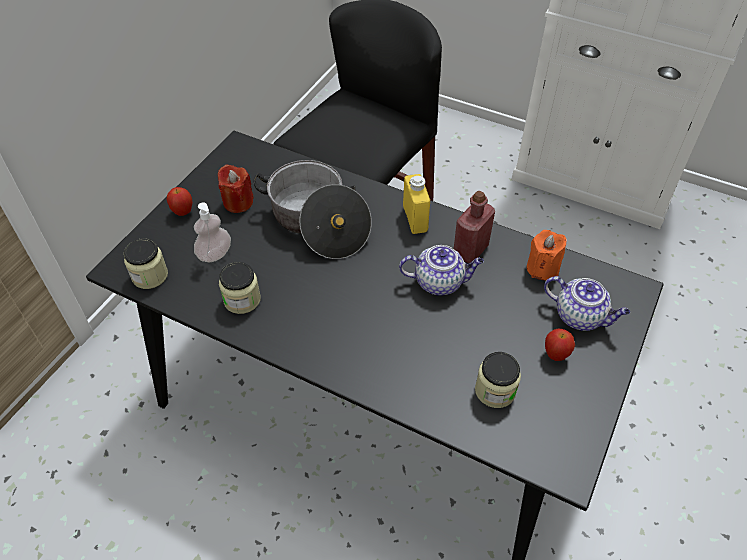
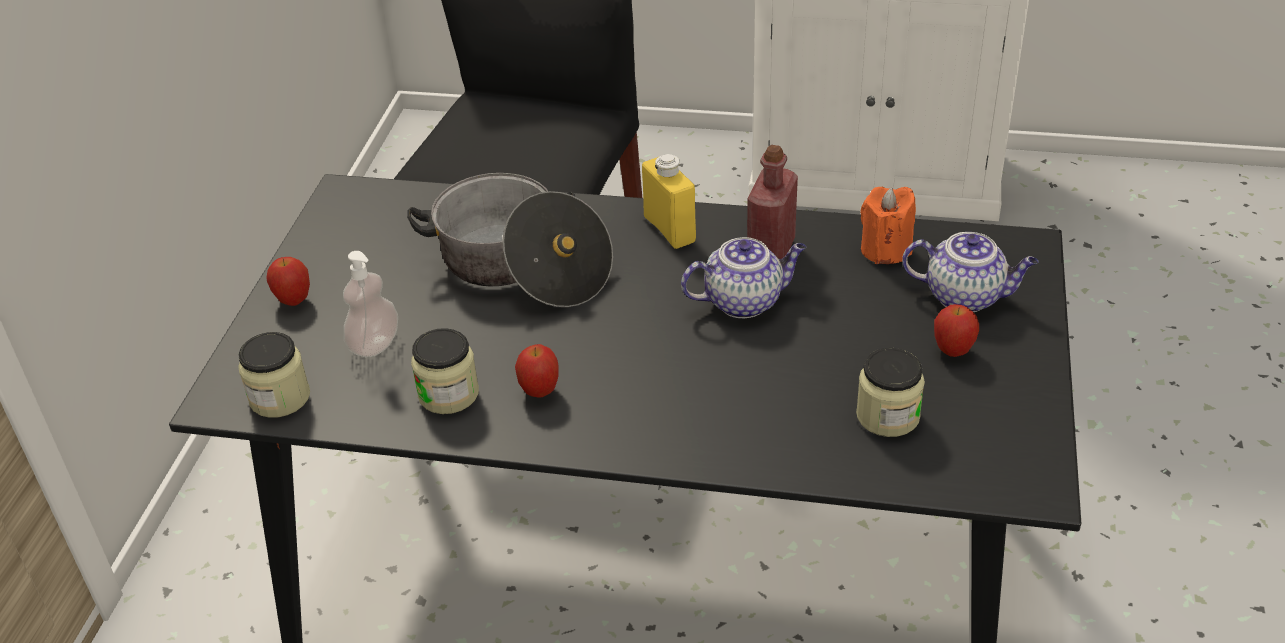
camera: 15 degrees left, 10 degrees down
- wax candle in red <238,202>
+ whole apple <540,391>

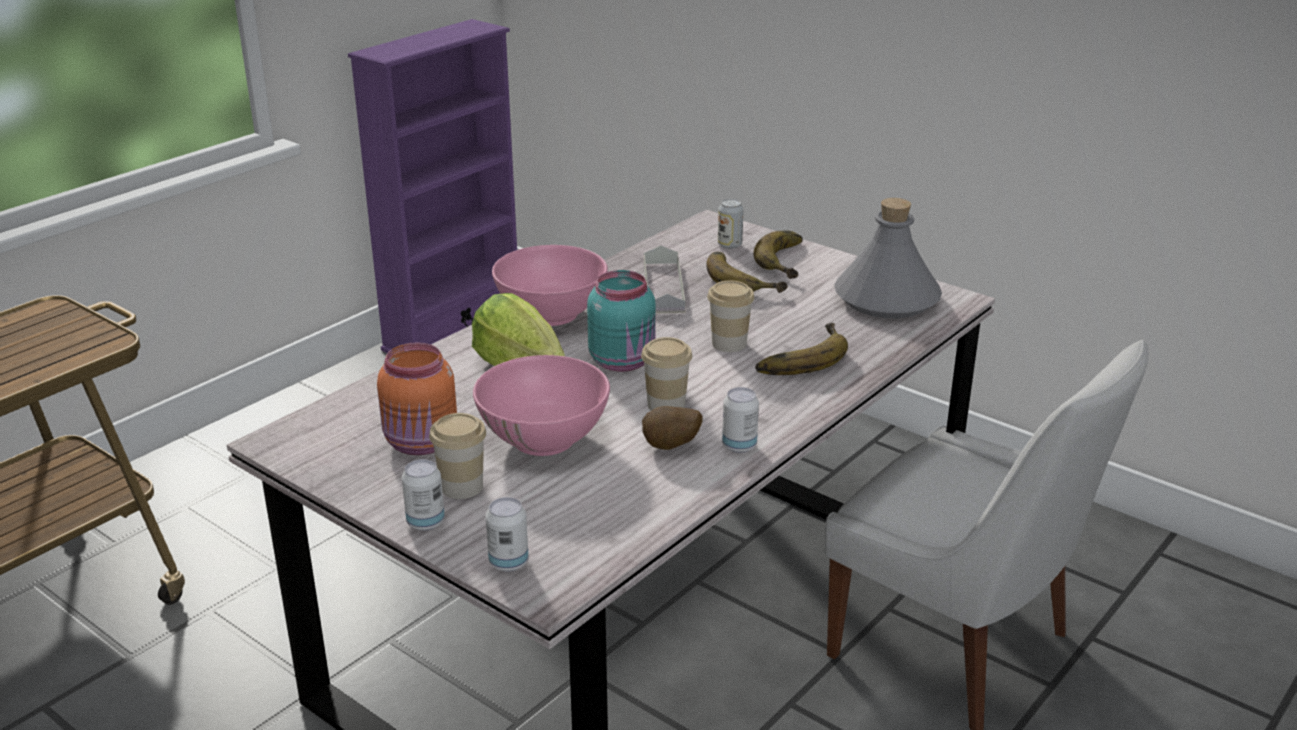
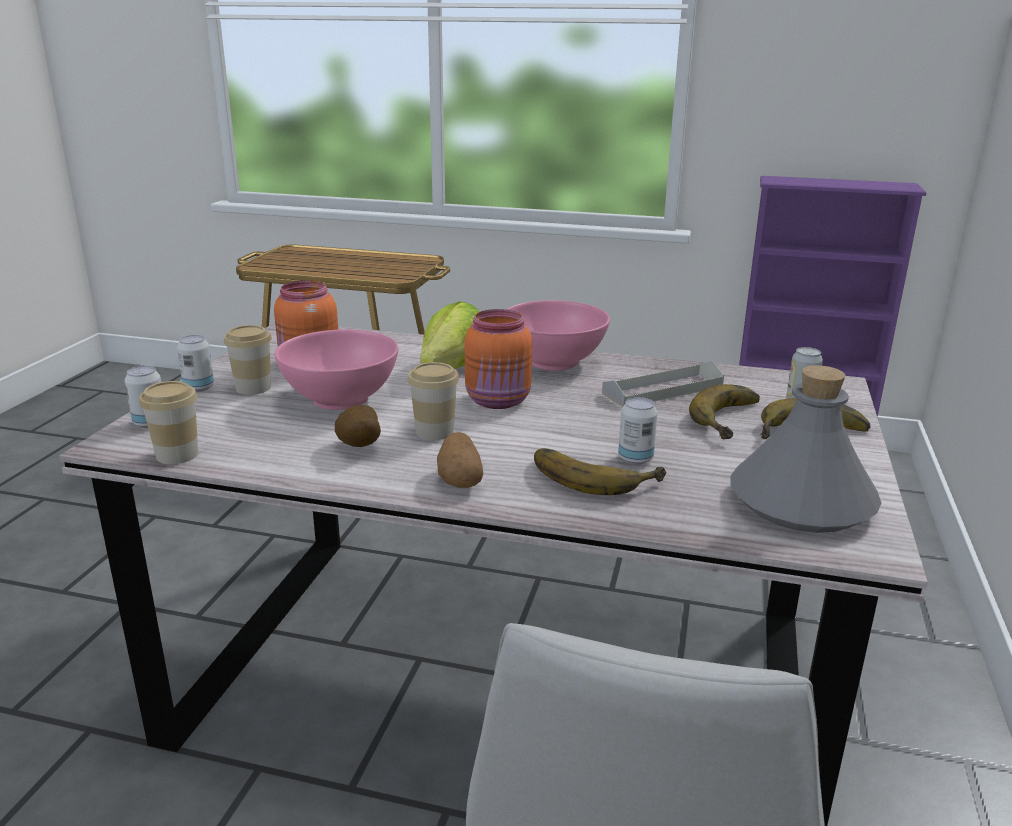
camera: 65 degrees right, 5 degrees down
~ preserve jar in blue-green <624,361> to preserve jar in orangey <499,401>
~ cup <729,343> to <177,455>
~ can <739,446> to <635,458>
+ whole potato <460,479>

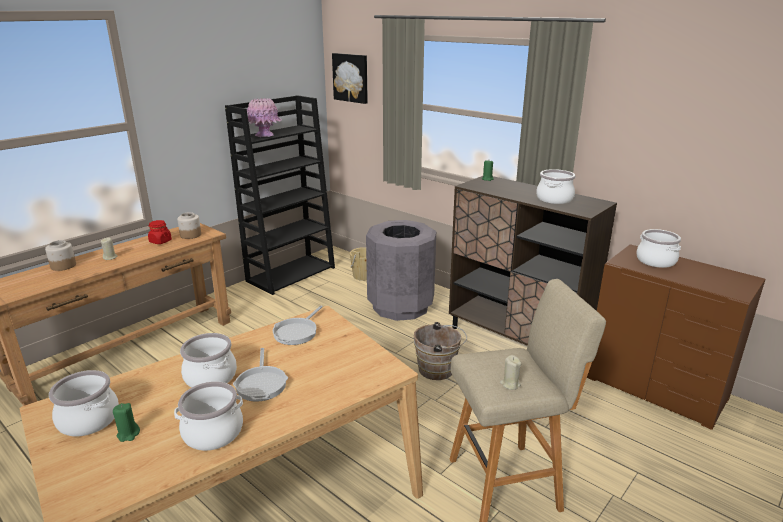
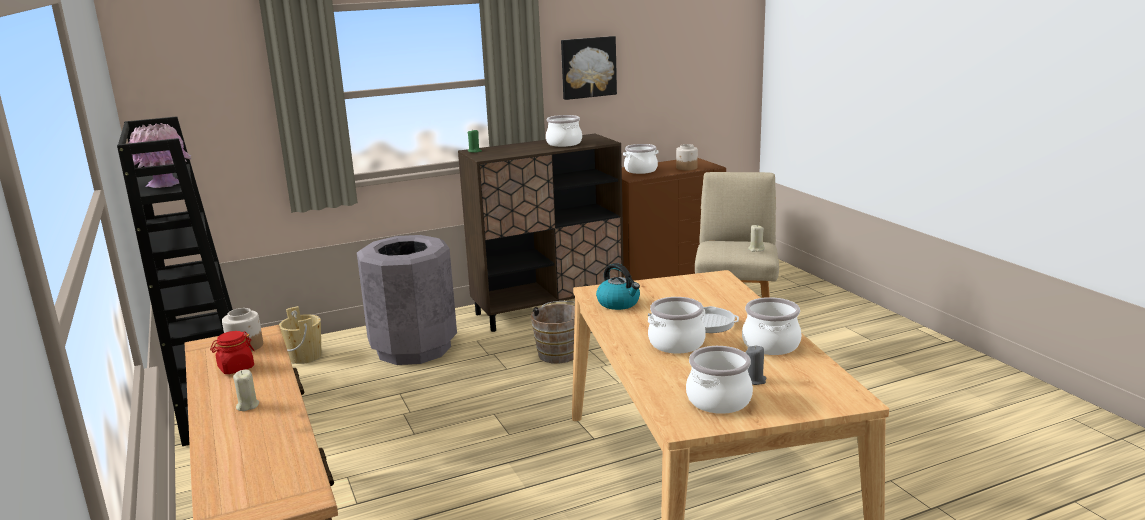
camera: 65 degrees left, 5 degrees down
~ picture <351,78> to <588,67>
~ preserve jar <63,266> to <686,168>
~ frying pan <297,332> to tea kettle <619,303>
~ wax candle in greenish <128,434> to wax candle in grey <754,380>

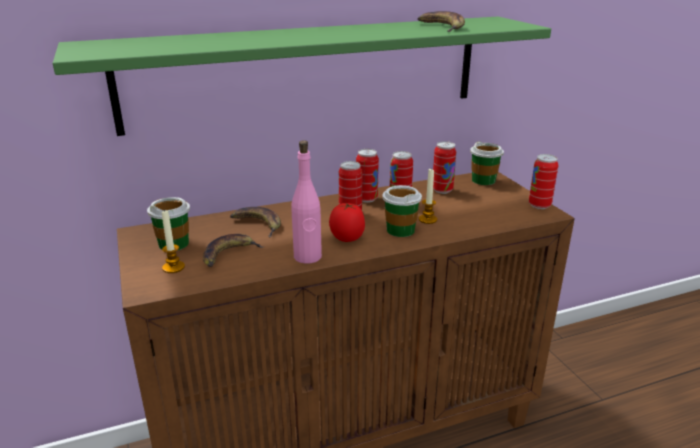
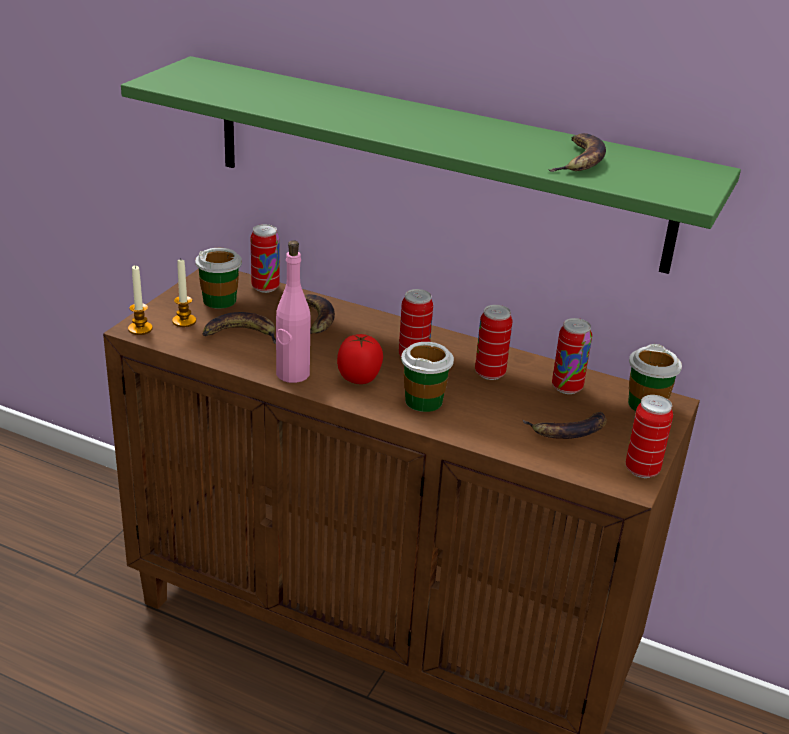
camera: 45 degrees right, 5 degrees up
~ can <366,199> to <265,287>
~ wax candle <427,219> to <140,329>
+ banana <568,430>

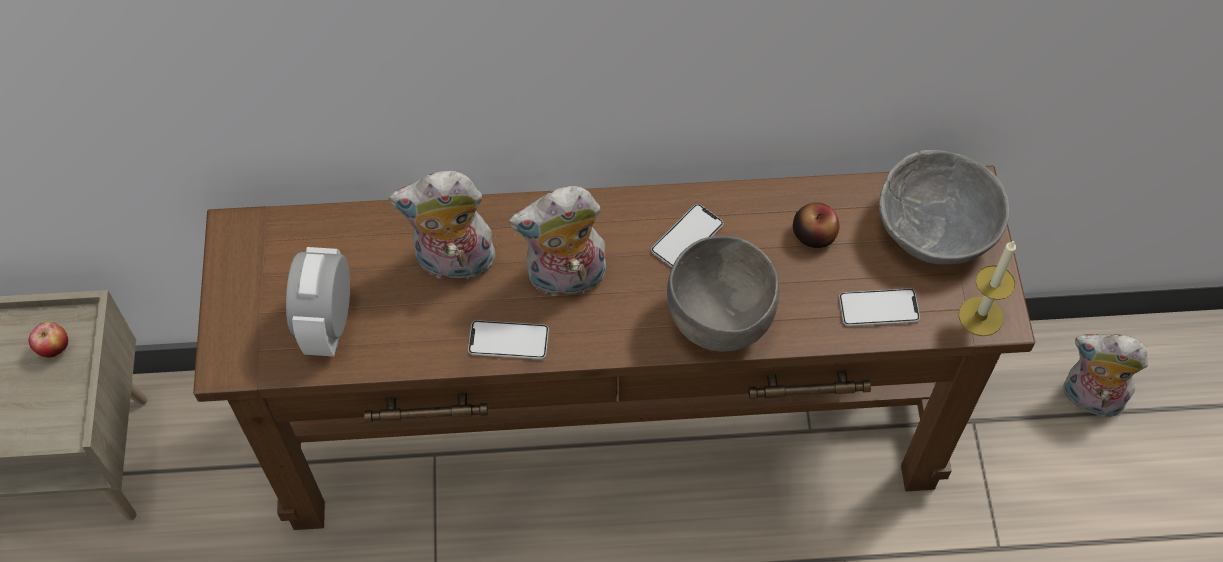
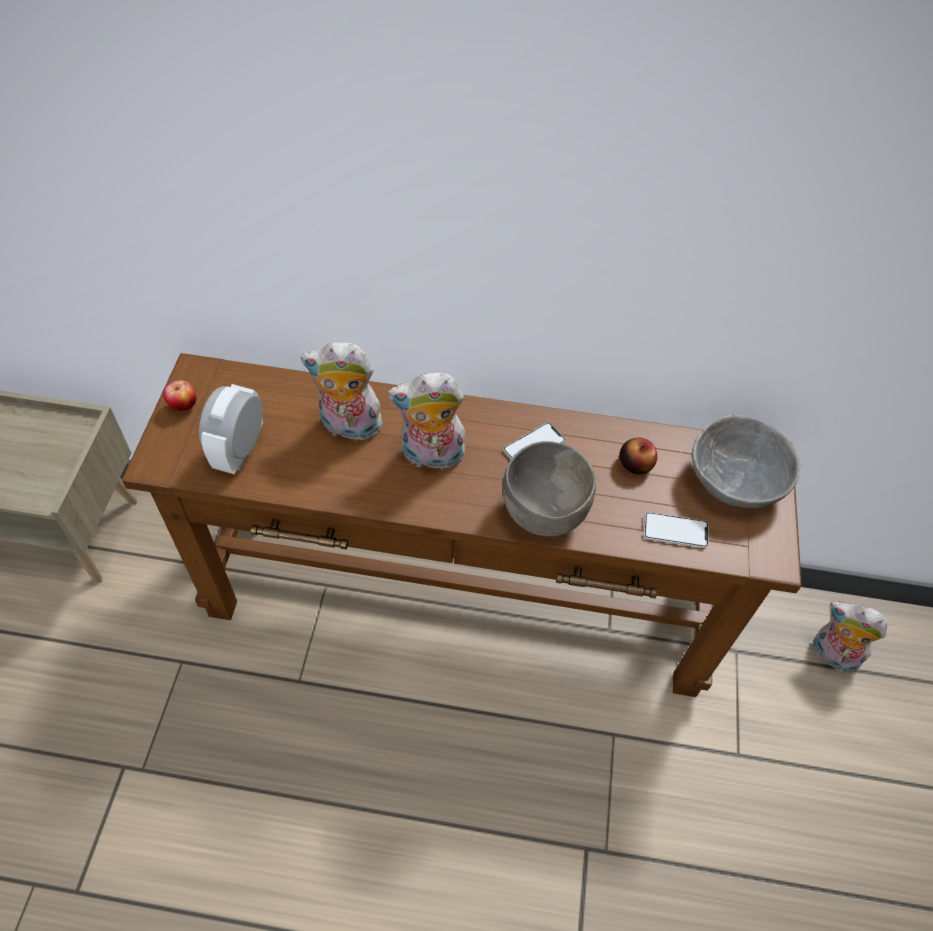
camera: 10 degrees right, 5 degrees down
- wax candle <980,316>
- telephone <508,341>
~ whole apple <55,349> to <183,406>

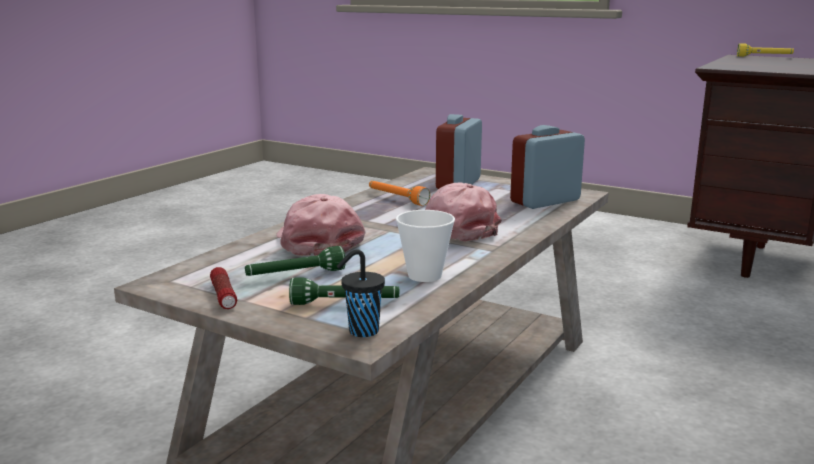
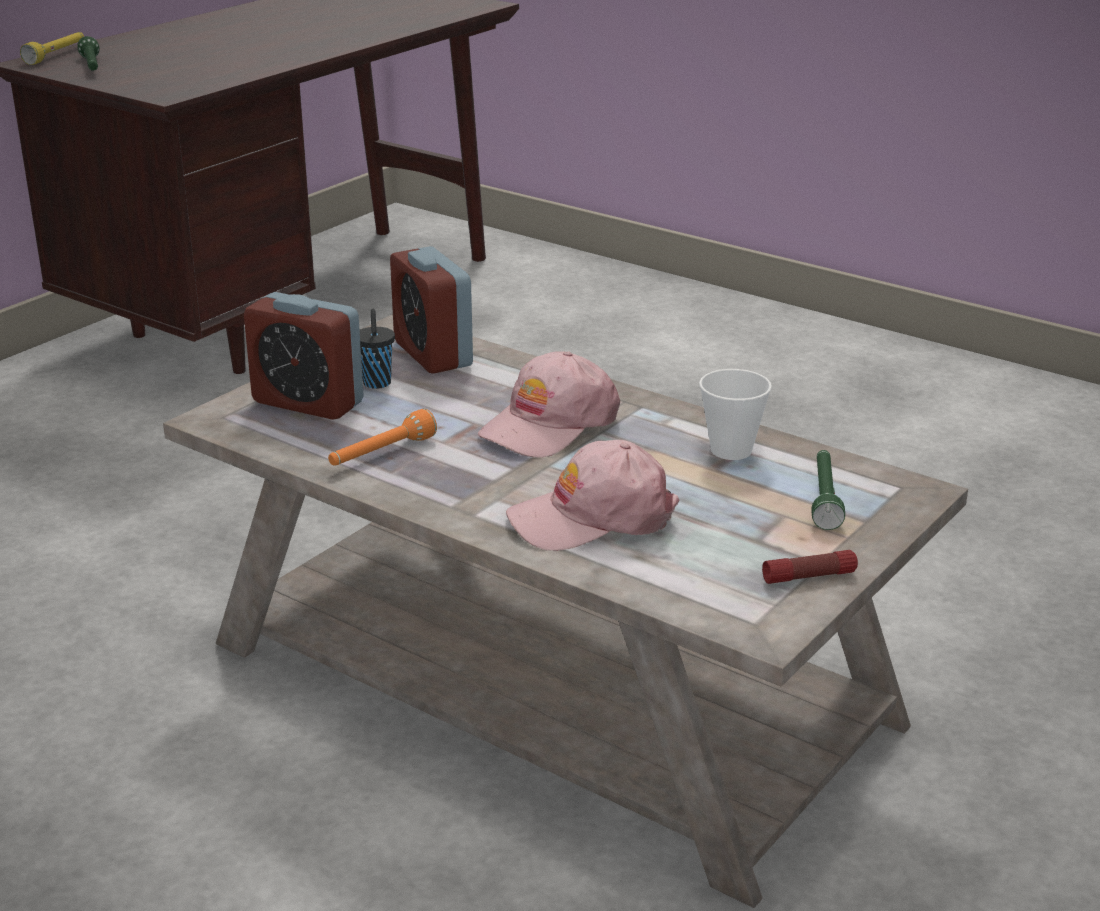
camera: 85 degrees left, 10 degrees up
~ torch in greenish <295,275> to <92,66>
~ cup in black <361,331> to <377,384>

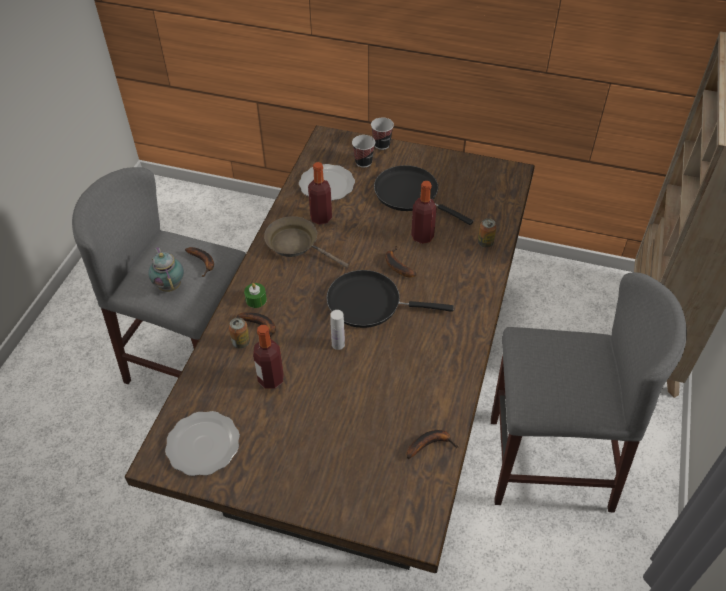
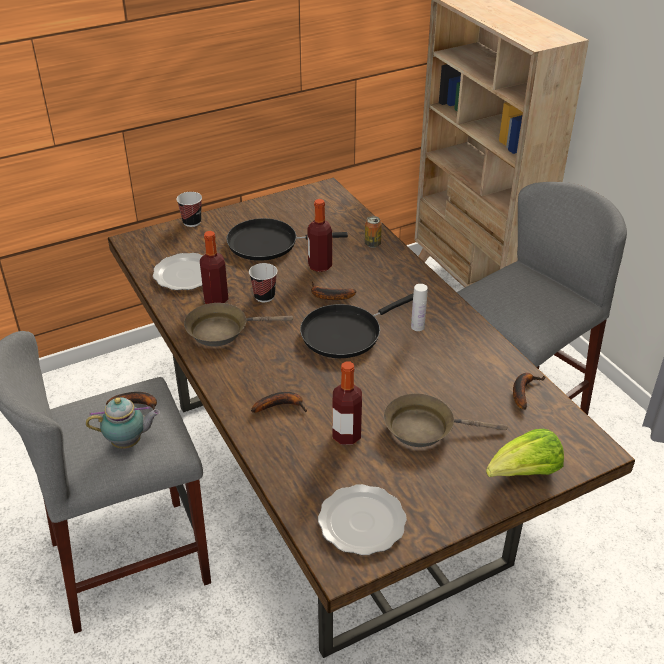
camera: 45 degrees left, 10 degrees down
~ cup <363,162> to <264,296>
~ tea pot <170,285> = <129,442> 150 degrees clockwise
- wax candle in greenish <256,299>
~ drink bottle in white-coloured <338,344> to <417,327>
- can <241,342>
+ frying pan in brown <425,428>
+ lettuce head <524,473>

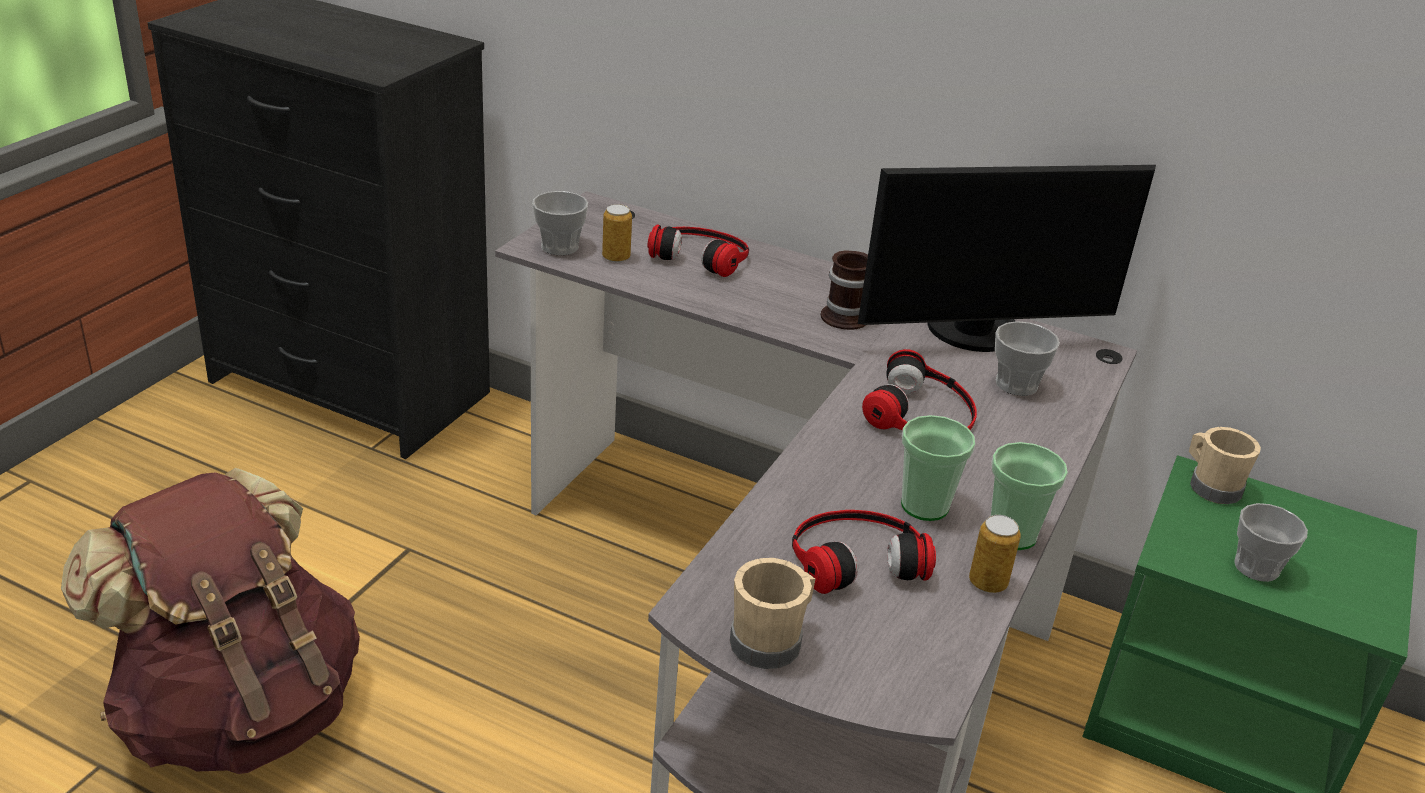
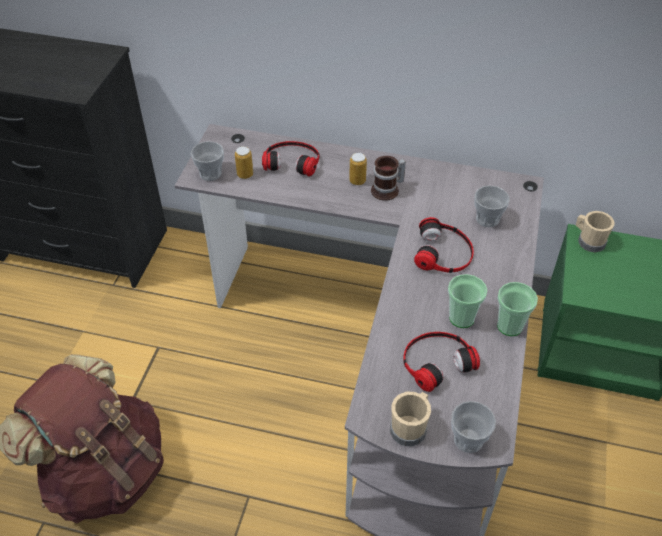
camera: 10 degrees left, 15 degrees up
- monitor <977,333>
~ cup <1256,567> to <468,440>
~ can <987,583> to <357,181>

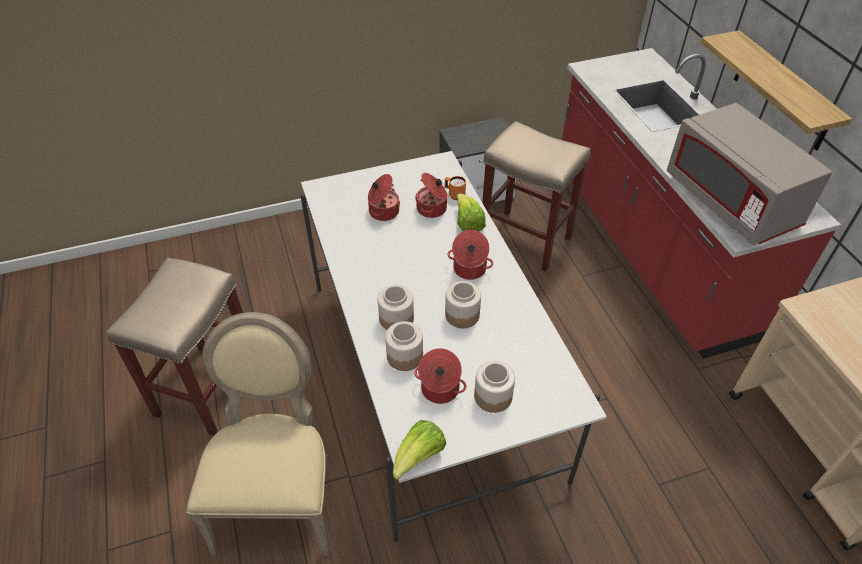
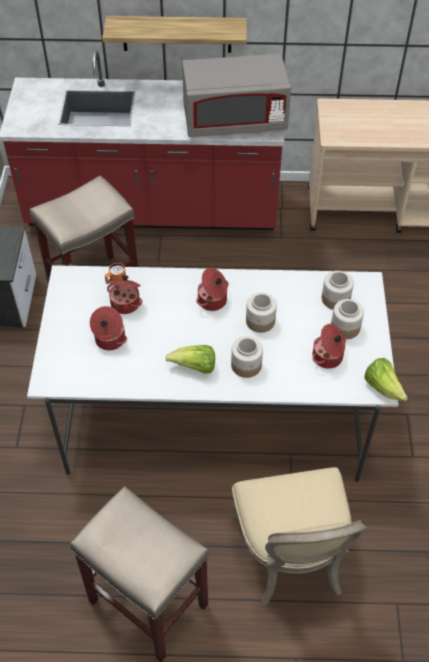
camera: 70 degrees left, 5 degrees up
~ lettuce head <468,224> to <195,367>
~ upright chair in beige <279,496> = <291,559> 120 degrees counterclockwise
~ preserve jar <404,356> to <335,299>

